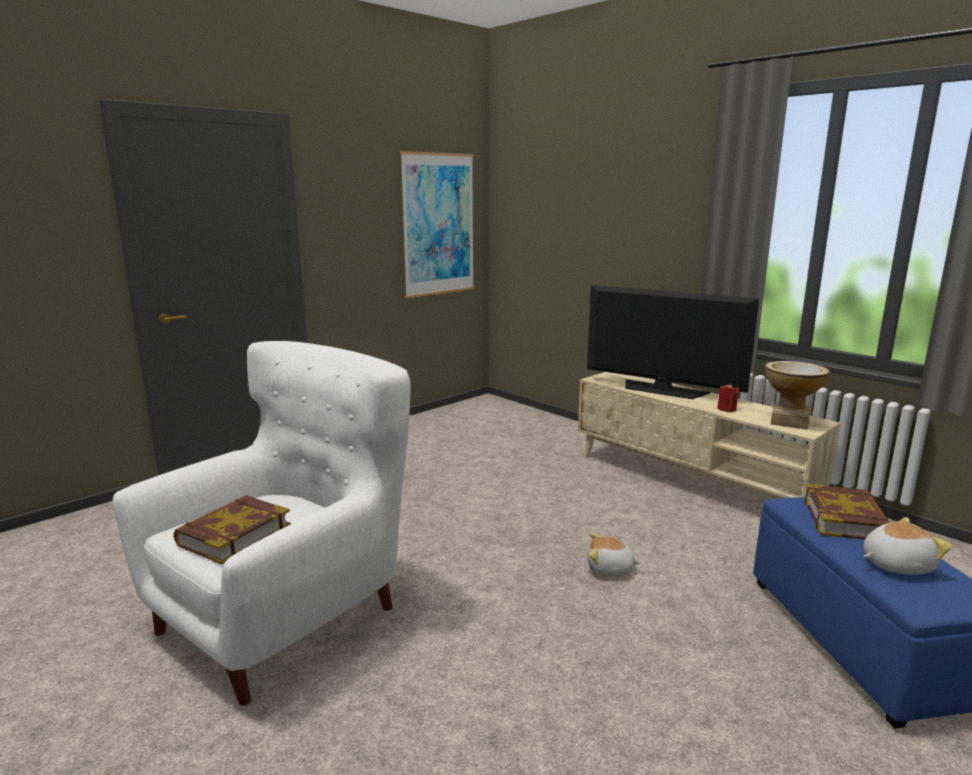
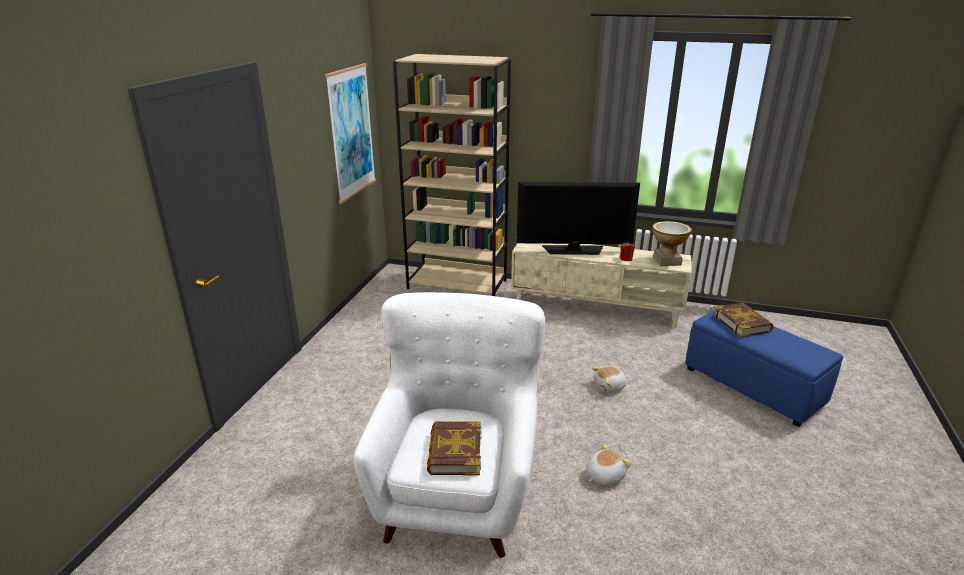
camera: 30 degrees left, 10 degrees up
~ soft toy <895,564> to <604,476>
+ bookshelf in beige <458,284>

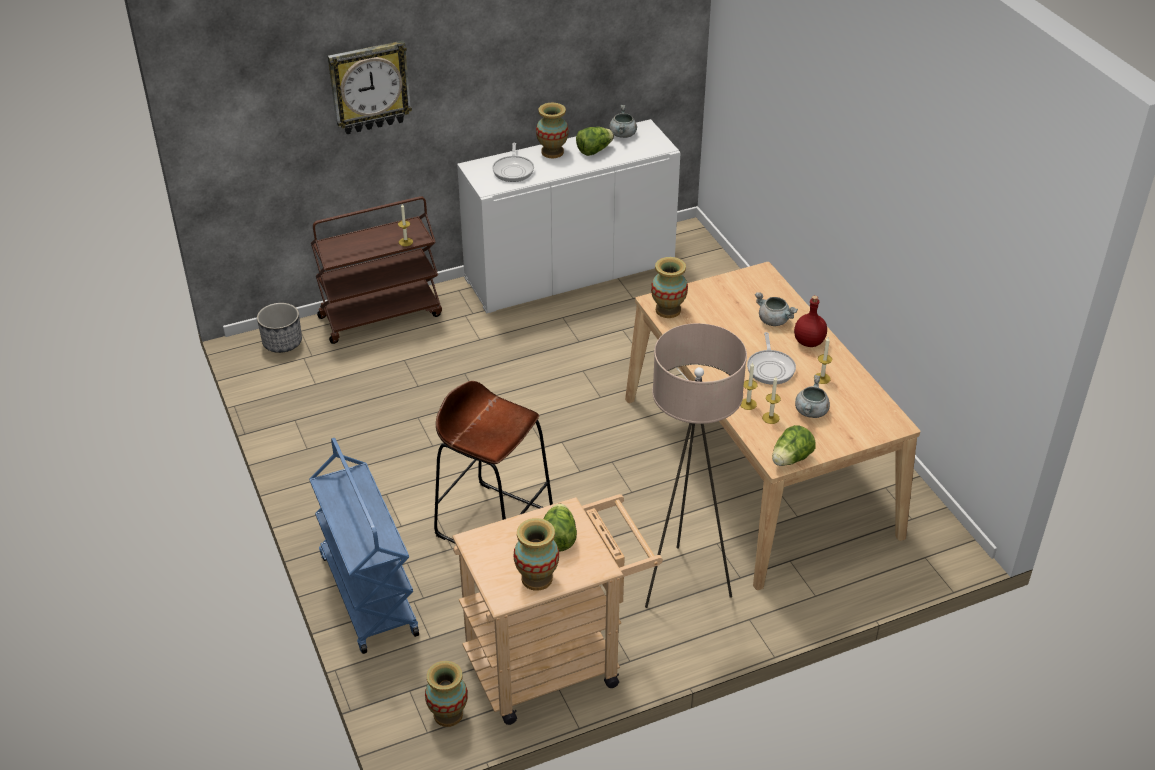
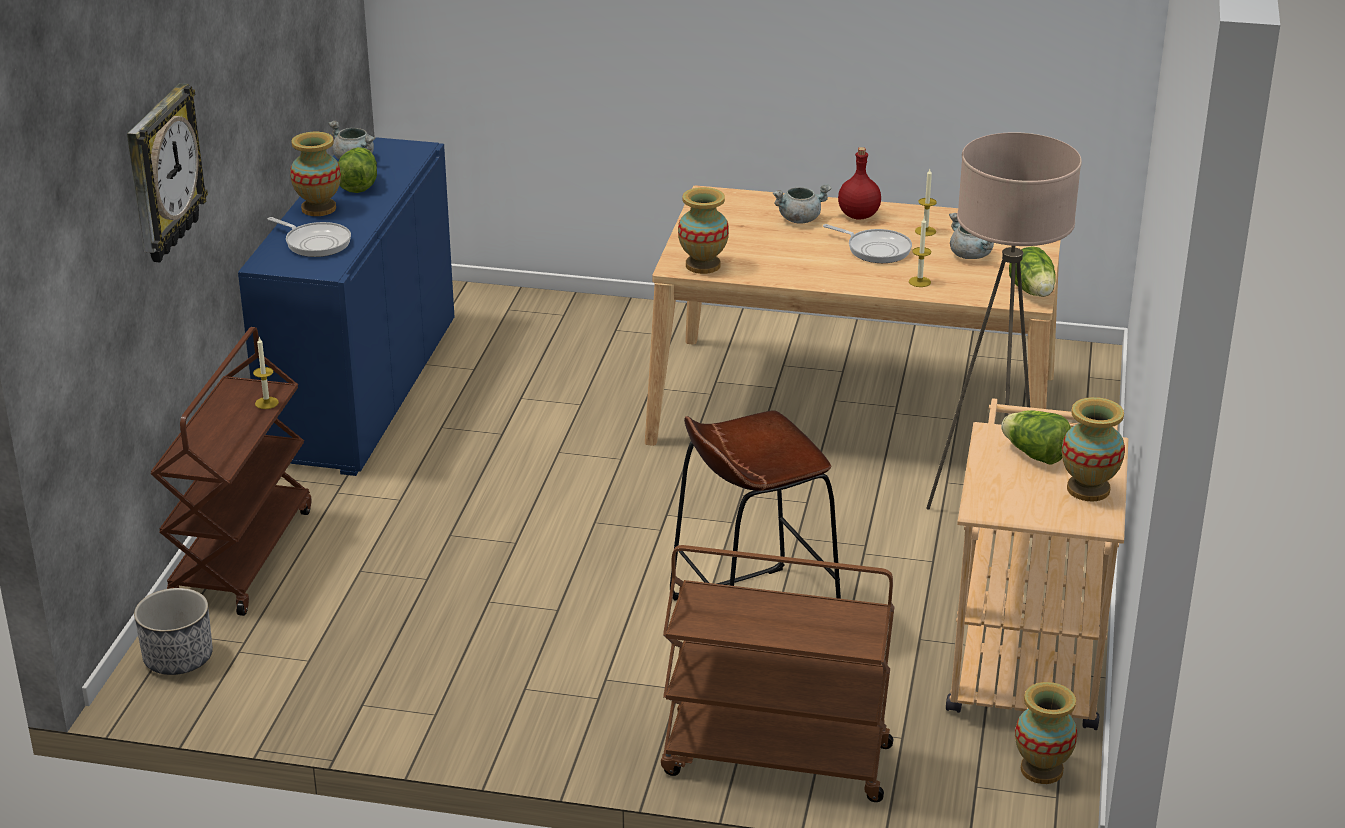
camera: 55 degrees left, 10 degrees down
~ cupboard in white-coloured <569,272> to cupboard in blue-coloured <363,389>
- wax candle <770,418>
~ wheeled cart in blue-coloured <367,594> to wheeled cart in brown <775,760>

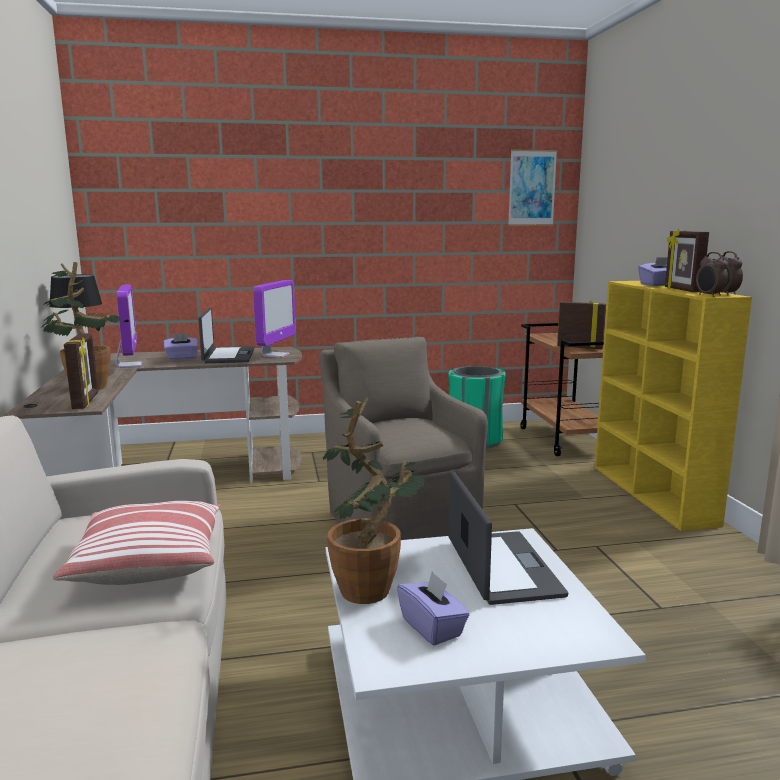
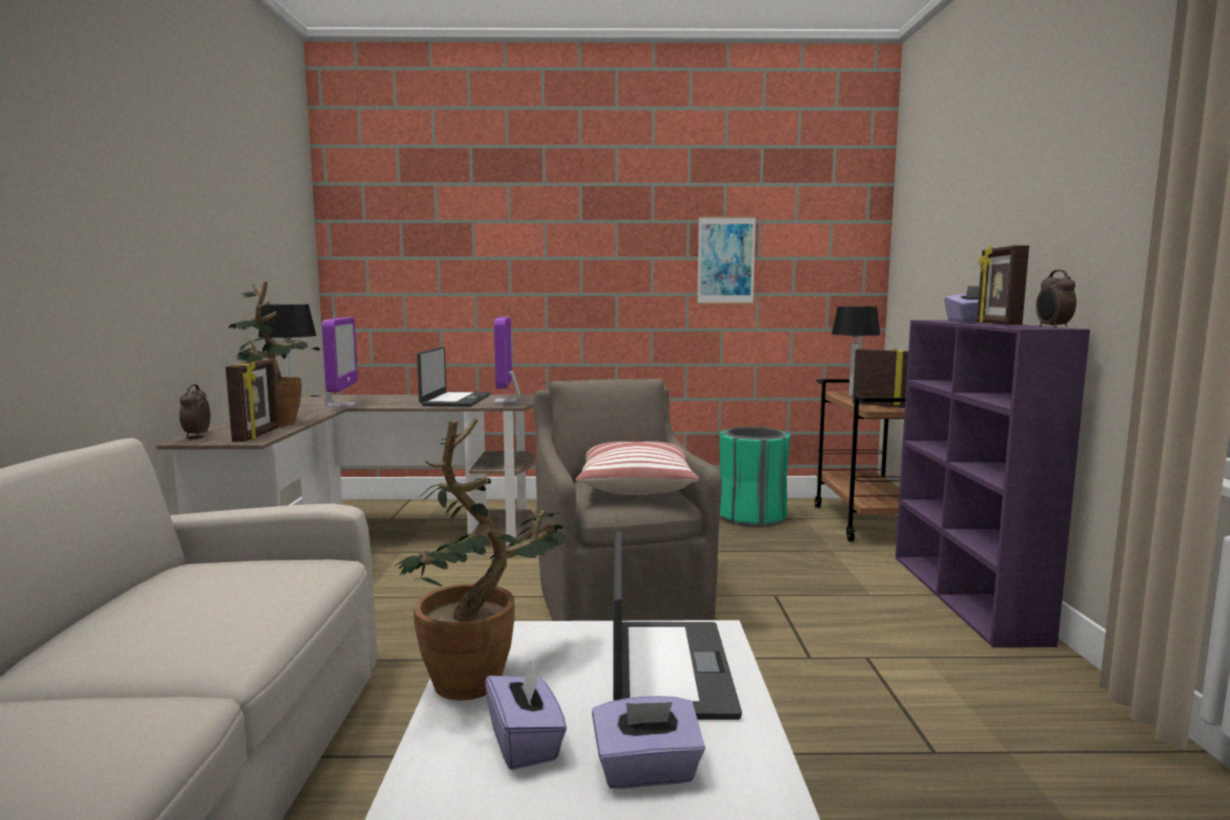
camera: 10 degrees right, 5 degrees down
~ picture <532,188> to <726,260>
~ table clock <709,296> to <196,435>
~ monitor <275,355> = <507,401> 150 degrees clockwise
~ bookshelf in yellow <653,494> to bookshelf in purple-coloured <966,597>
~ tissue box in purple-coloured <182,358> to <647,771>
~ pillow <149,562> to <635,487>
+ tabletop lamp <851,395>

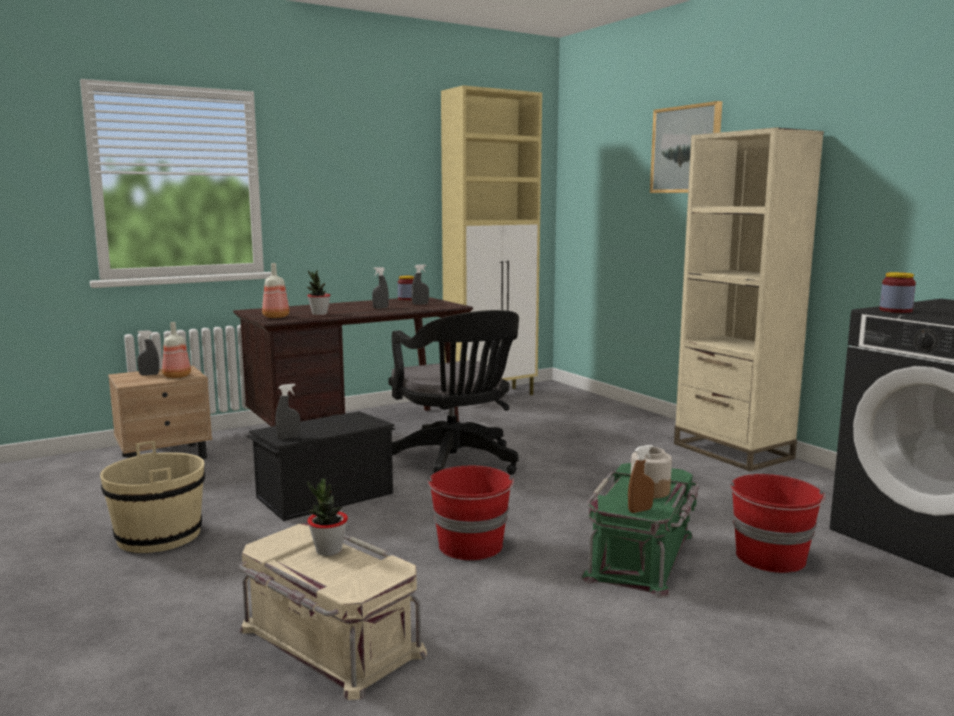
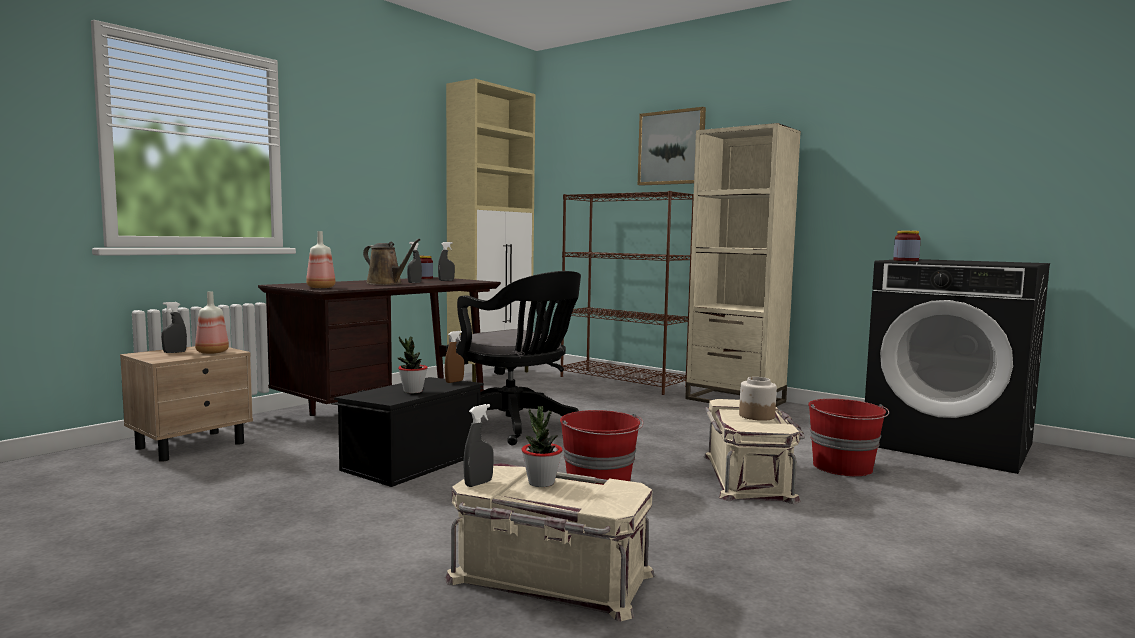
camera: 20 degrees left, 5 degrees down
~ plant in a pot <319,314> to <412,391>
~ sprayer in grey <288,437> to <478,483>
- pail in beige <159,536>
~ sprayer in brown <640,510> to <454,381>
~ storage box in greenish <642,556> to storage box in beige <749,477>
+ bookshelf in brown <623,381>
+ watering pot in brown <387,283>

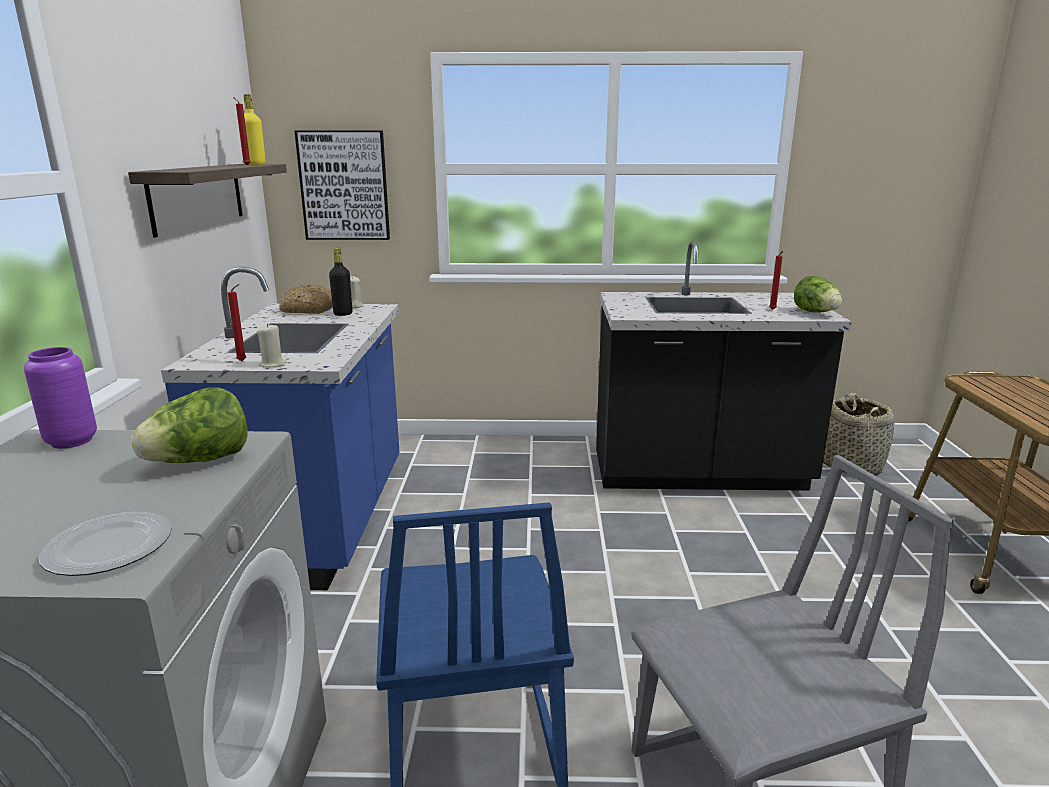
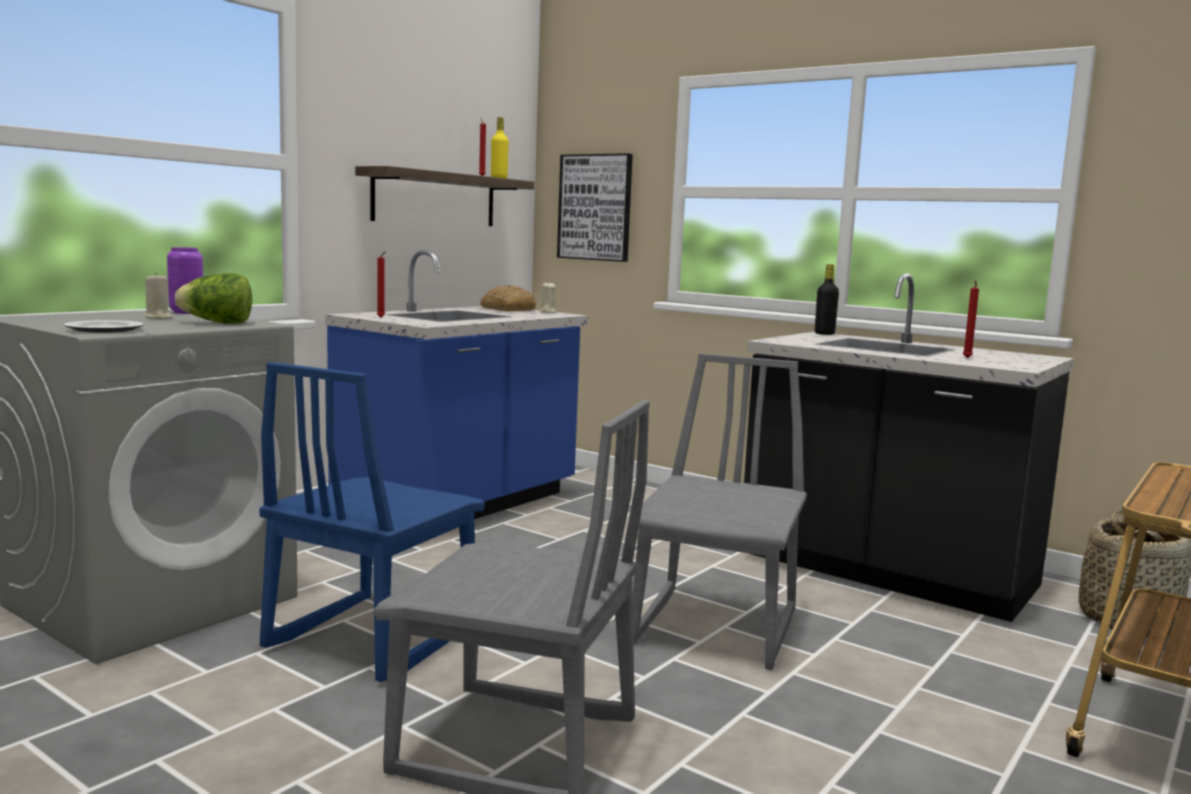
camera: 35 degrees right, 10 degrees down
~ drink bottle in black <343,314> to <824,334>
- lettuce head <816,313>
~ wax candle in beige <273,364> to <158,317>
+ upright chair in grey <717,629>

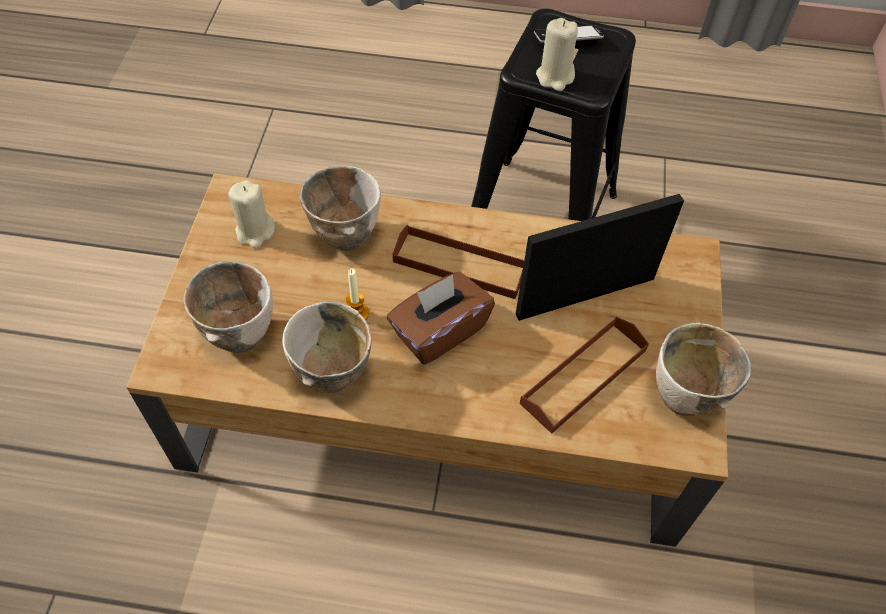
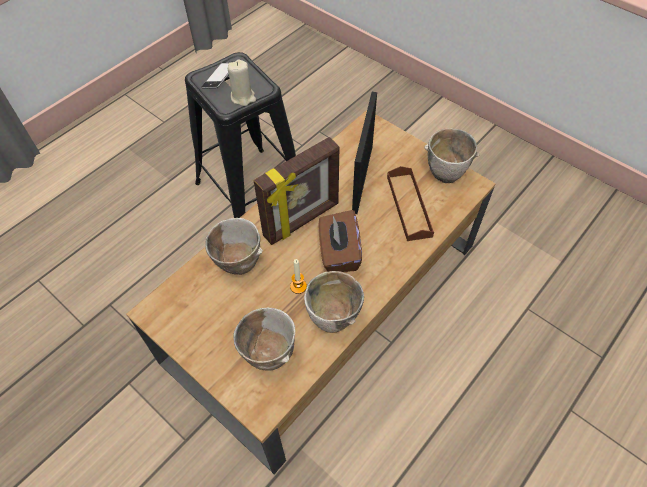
camera: 55 degrees left, 0 degrees up
- wax candle in beige <255,232>
~ carrying tray in brown <459,265> to standing frame <302,221>

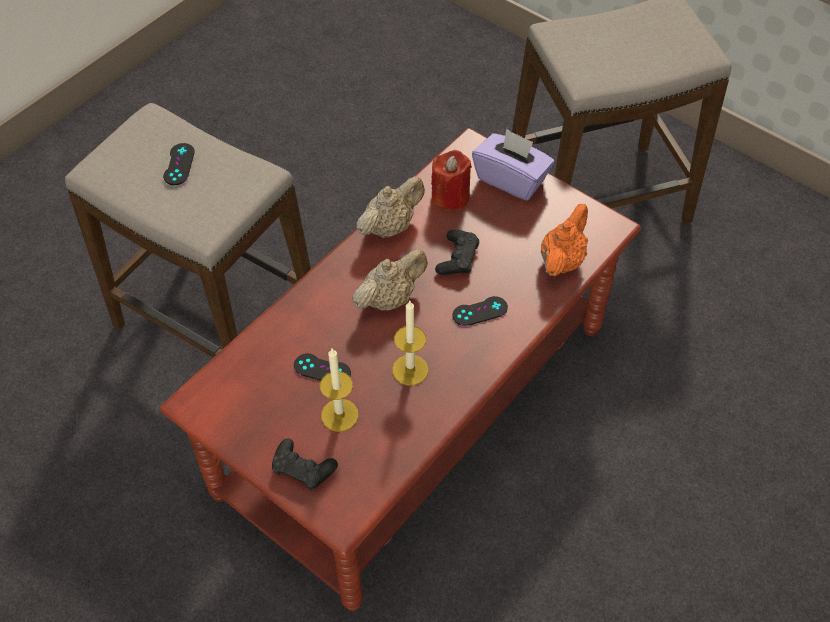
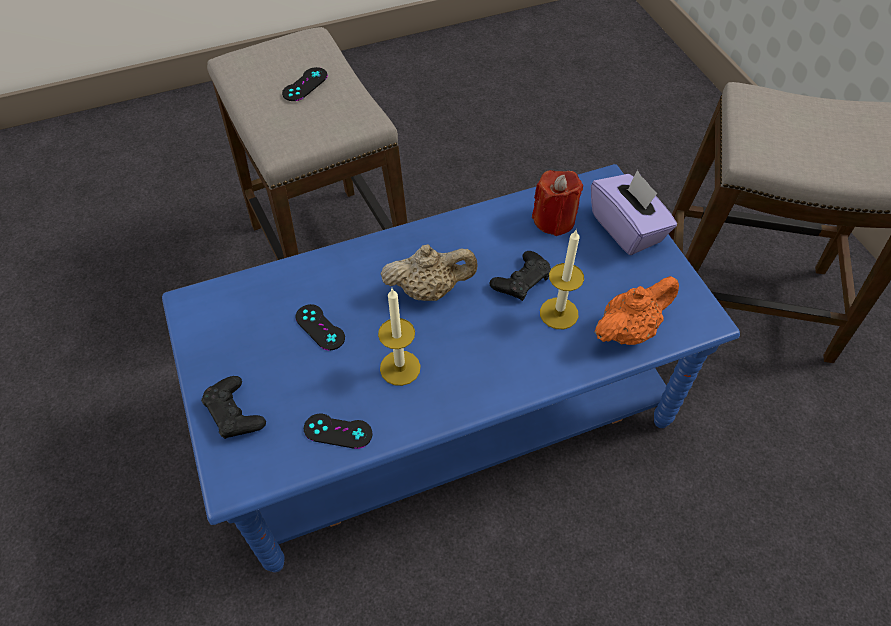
camera: 30 degrees right, 0 degrees up
~ lounge table in brown <416,409> to lounge table in blue-coloured <447,414>
- tea pot in beige <390,226>
~ game controller in black <480,311> to <338,431>
~ wax candle <339,415> to <559,313>

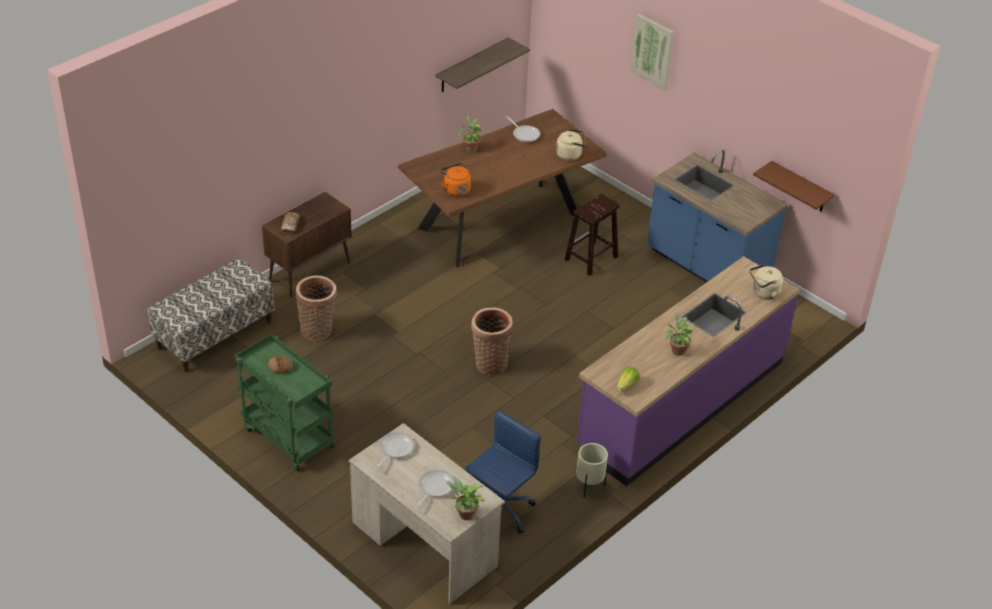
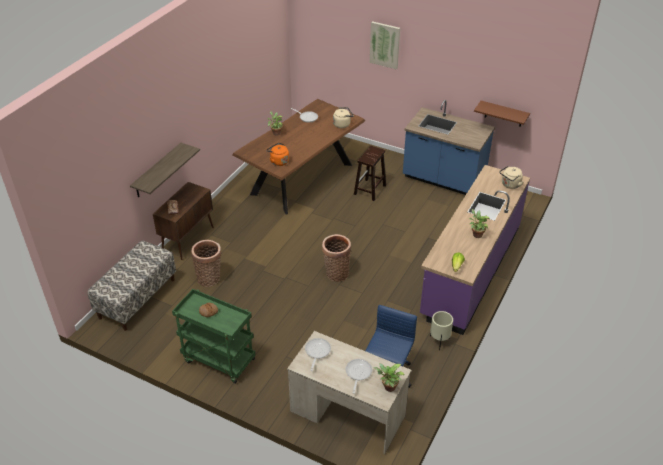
camera: 15 degrees left, 0 degrees up
~ wall shelf <472,66> to <157,171>

